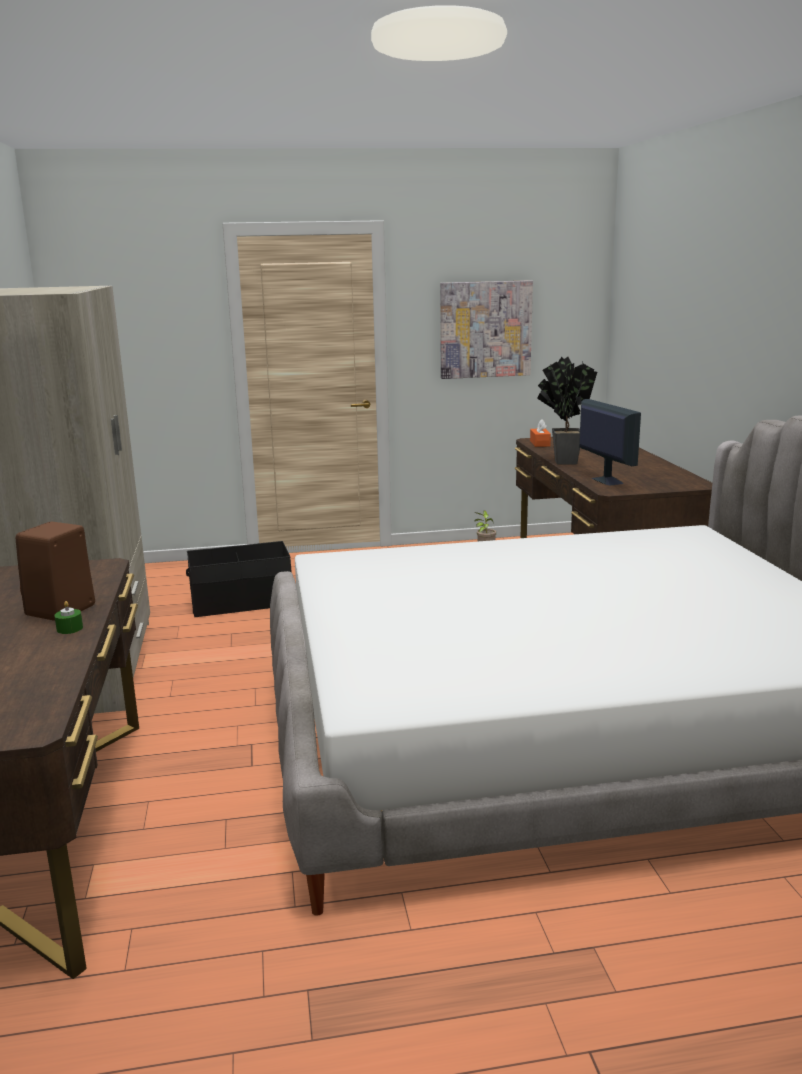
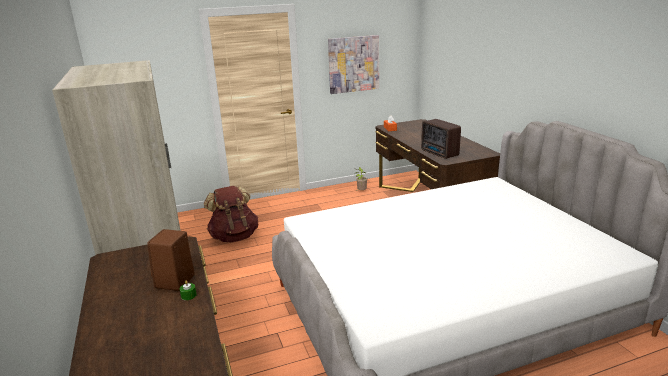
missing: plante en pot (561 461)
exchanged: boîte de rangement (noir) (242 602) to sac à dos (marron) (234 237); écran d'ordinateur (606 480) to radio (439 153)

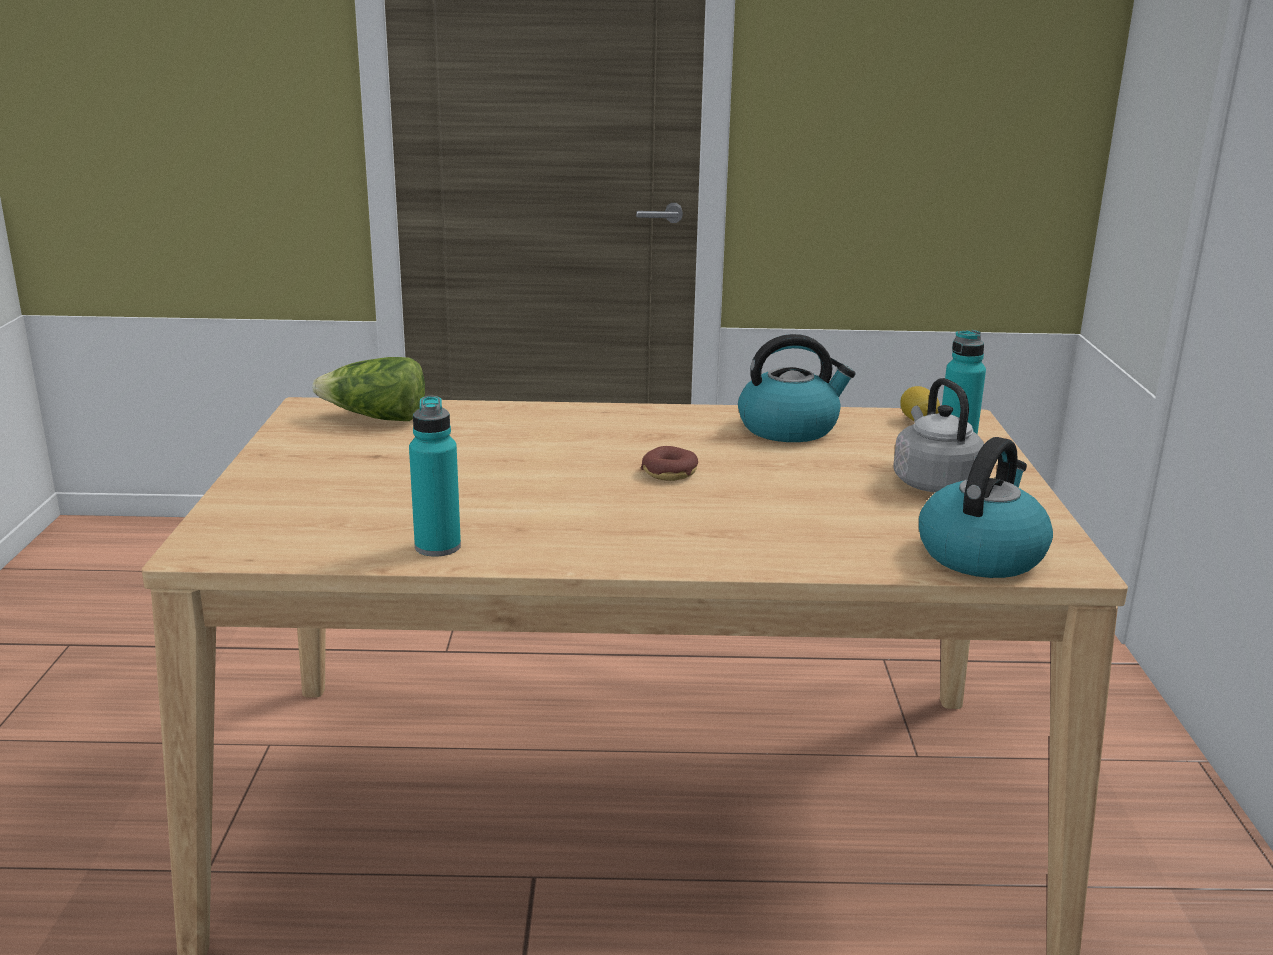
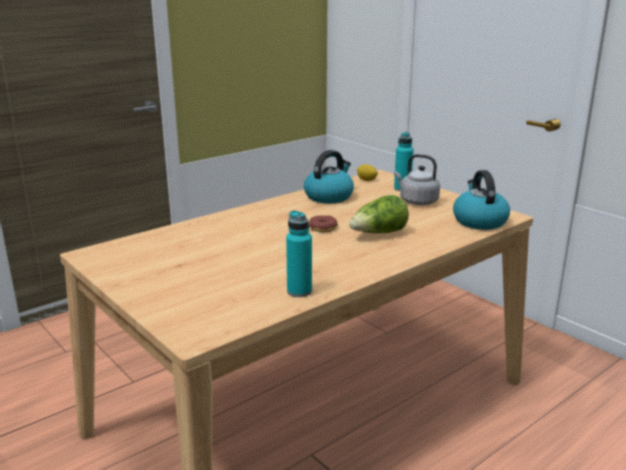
relocated: laitue (376 418) to (379 234)

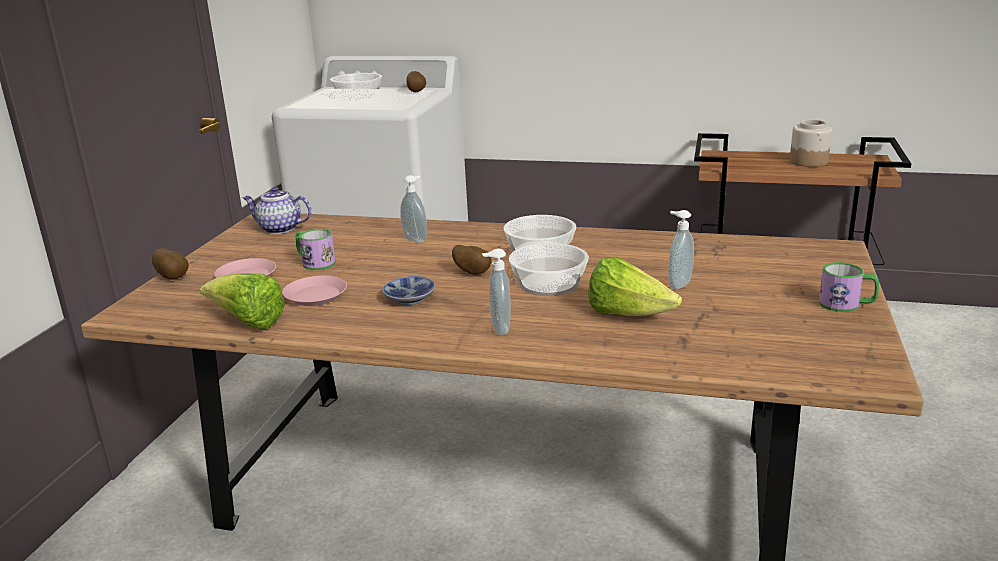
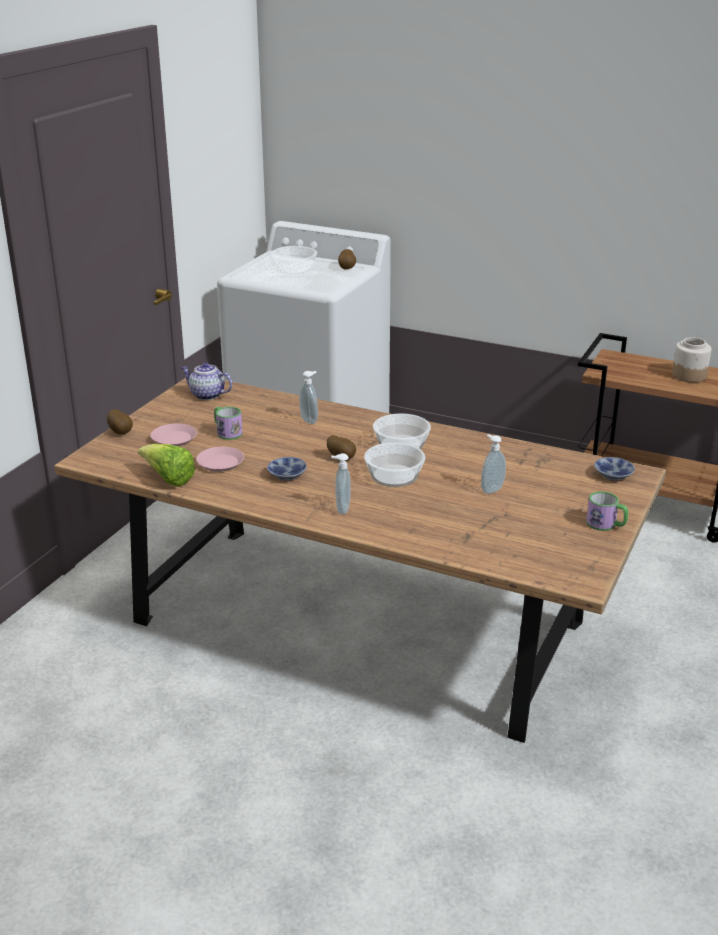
missing: laitue (628 315)
appeared: bol (612 475)

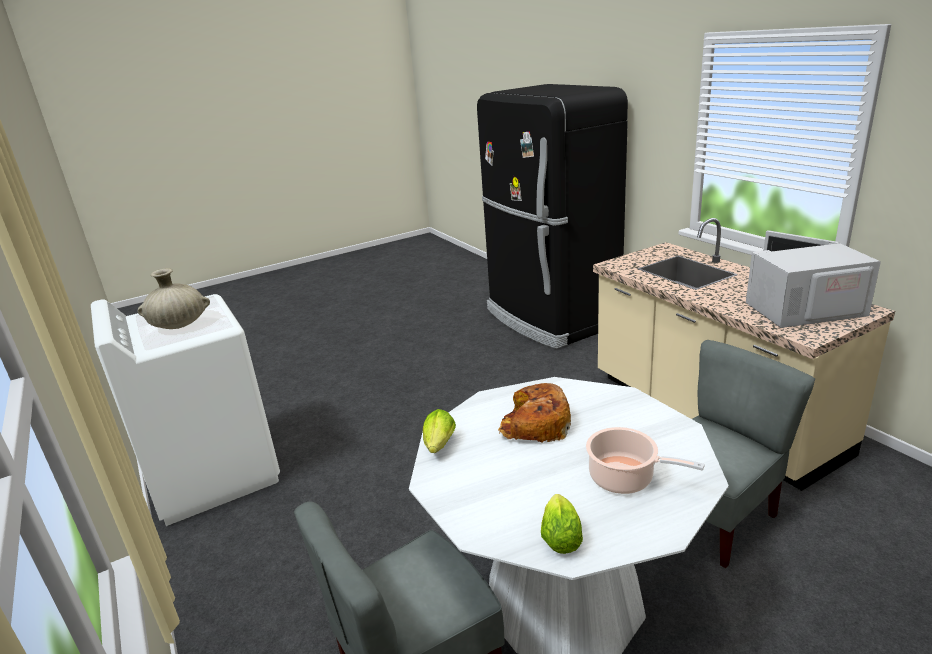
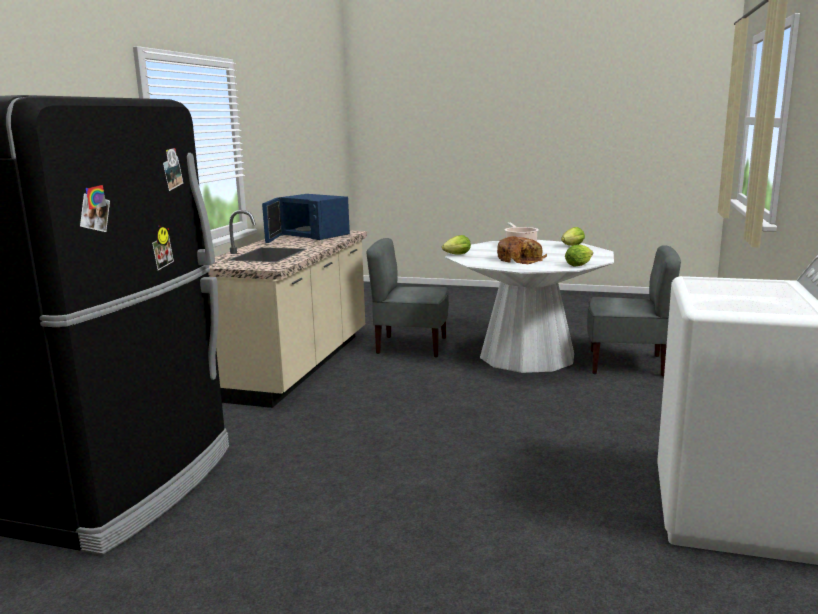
missing: vase (beige) (179 325)
appeared: laitue (455 255)
colour: micro-ondes (blanc) (804 308) to micro-ondes (bleu) (310 235)

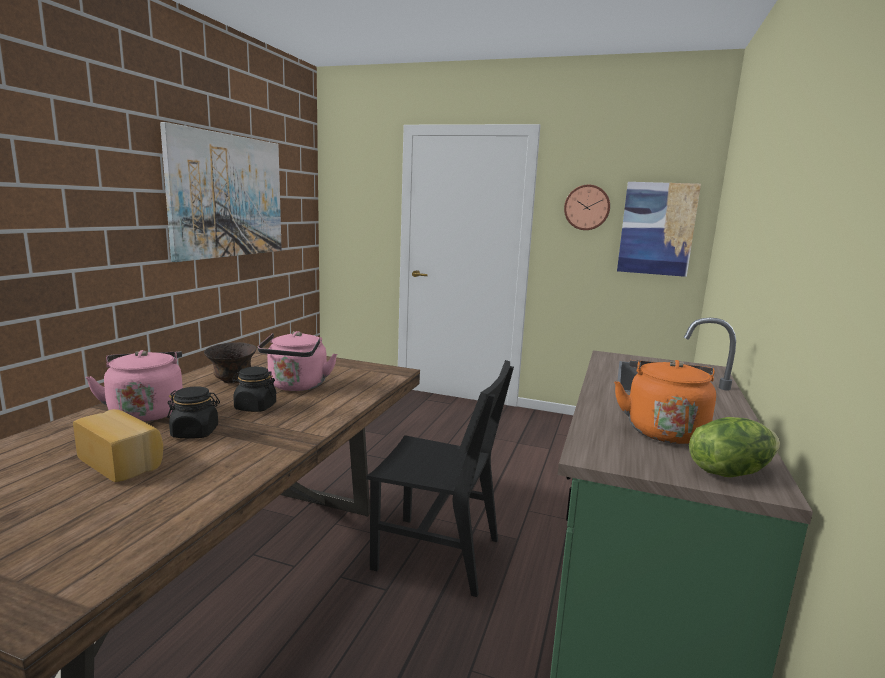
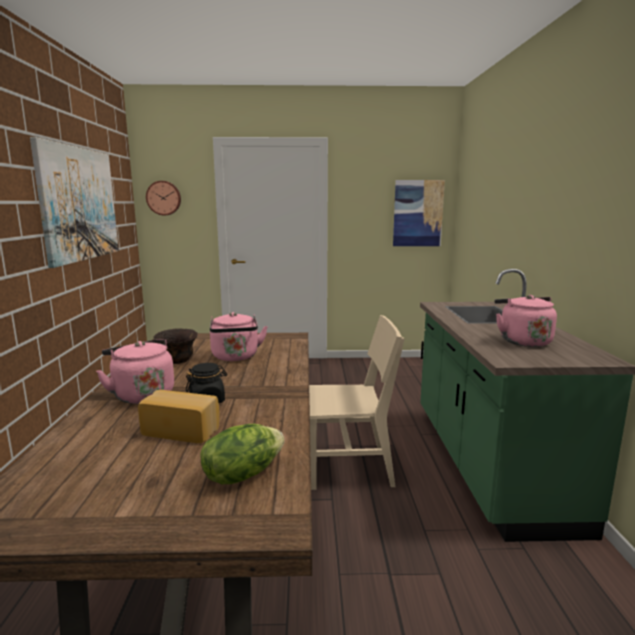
missing: bocal (noir) (255 407)
relocated: horloge murale (587 207) to (164 198); laitue (729 471) to (242 474)
colour: chaise (noir) (437 554) to chaise (beige) (348 467); bouilloire (orange) (663 430) to bouilloire (rose) (522 341)

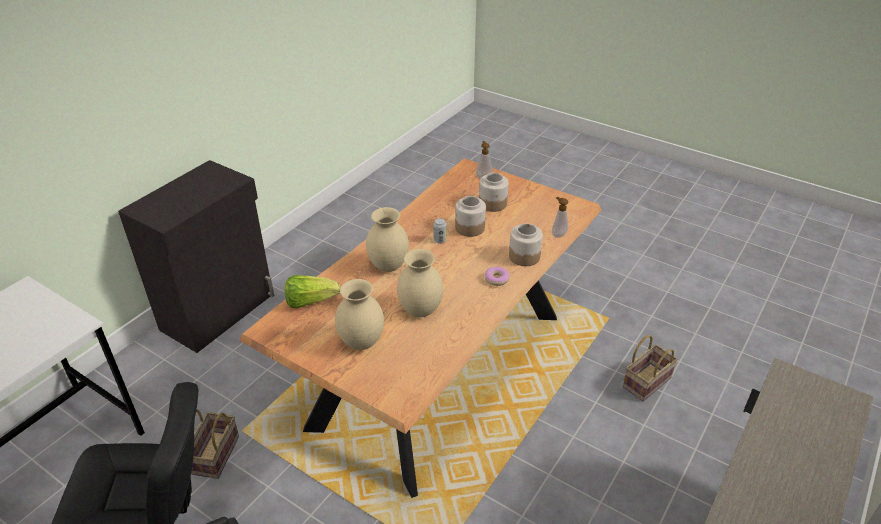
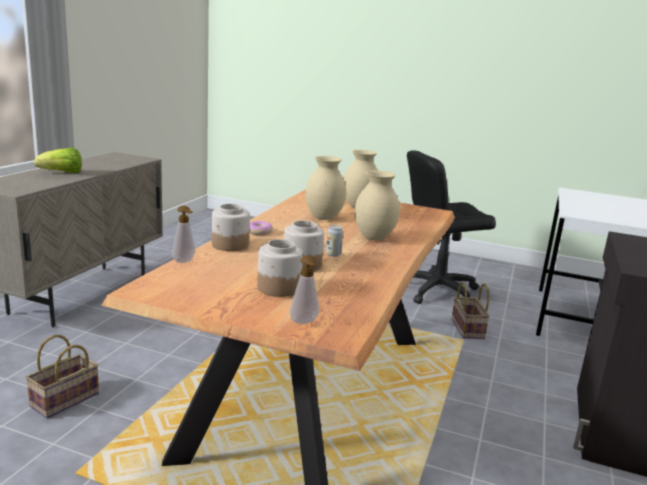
relocated: laitue (310 301) to (62 173)

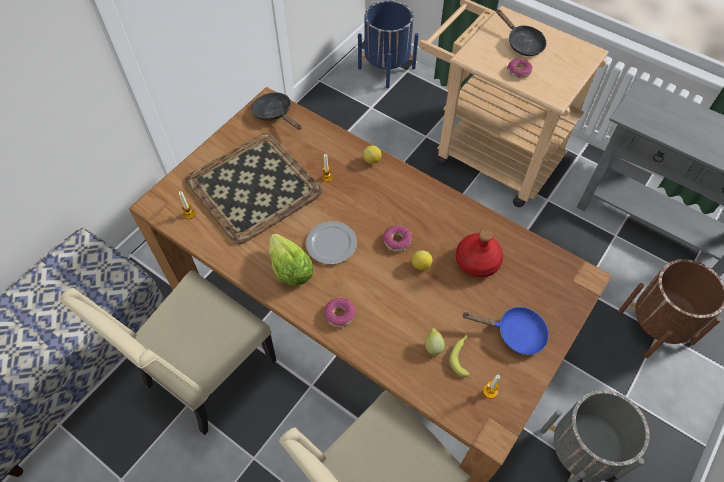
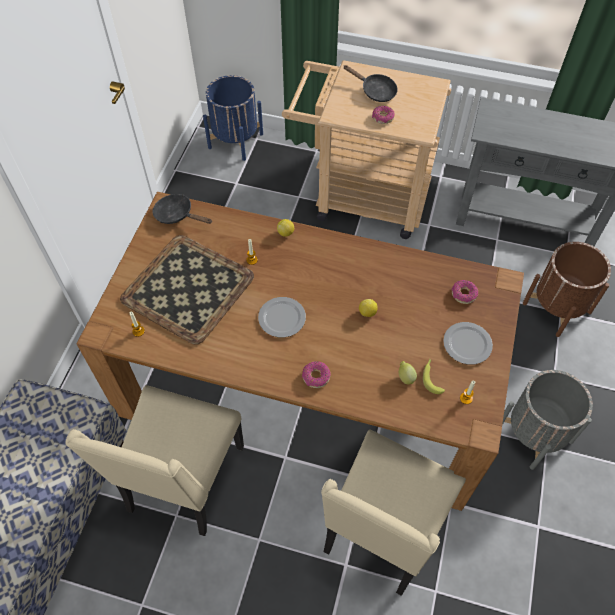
missing: laitue (290 269); bouteille (rouge) (476 261)
relocated: beignet (397 241) to (463 294)
exchanged: poêle (bleu) (515 333) to assiette (467 345)

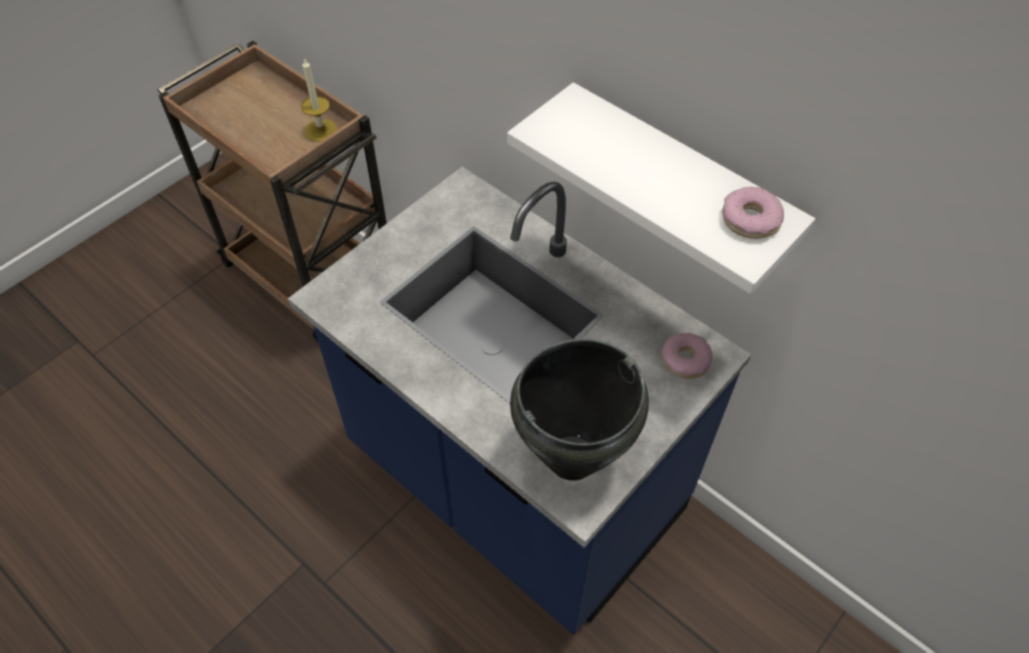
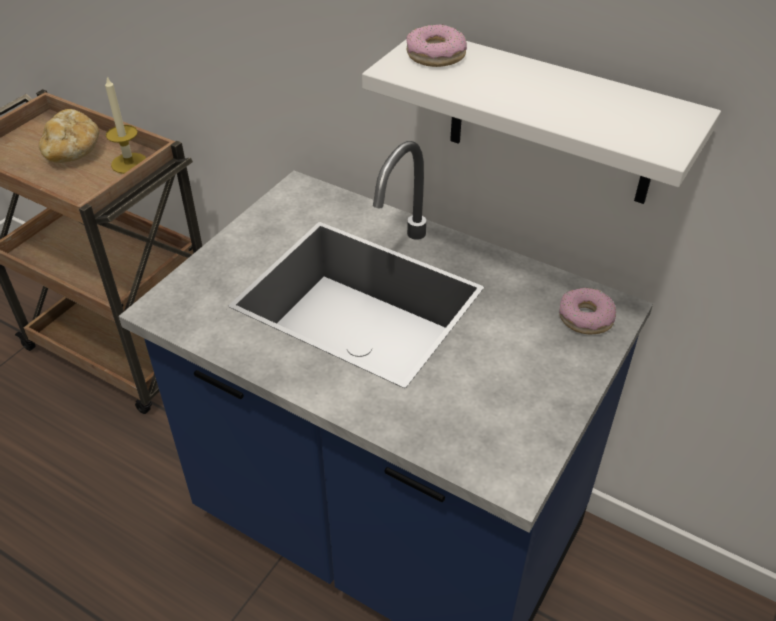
missing: marmite (noir) (570 458)
appeared: pain (73 152)
relocated: beignet (750 219) to (435 55)

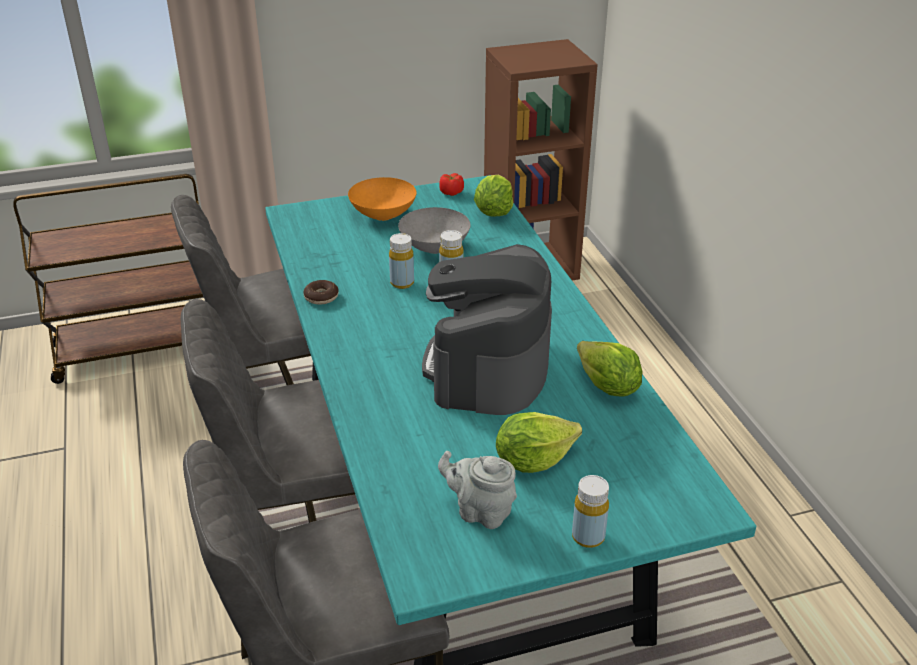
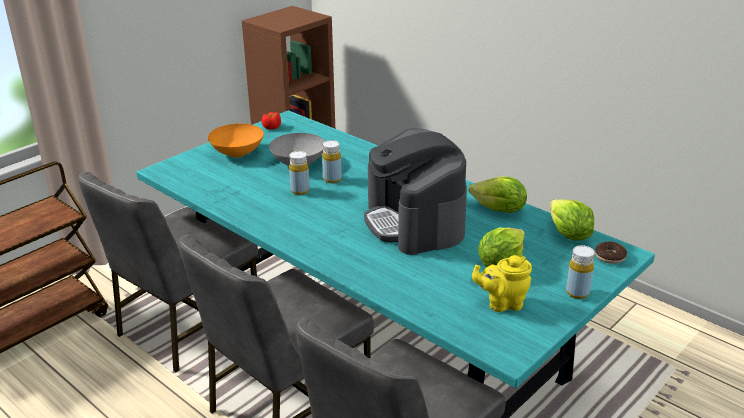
relocated: beignet (321 297) to (610 257); laitue (493 211) to (568 235)
colour: théière (gris) (480 512) to théière (jaune) (502 303)

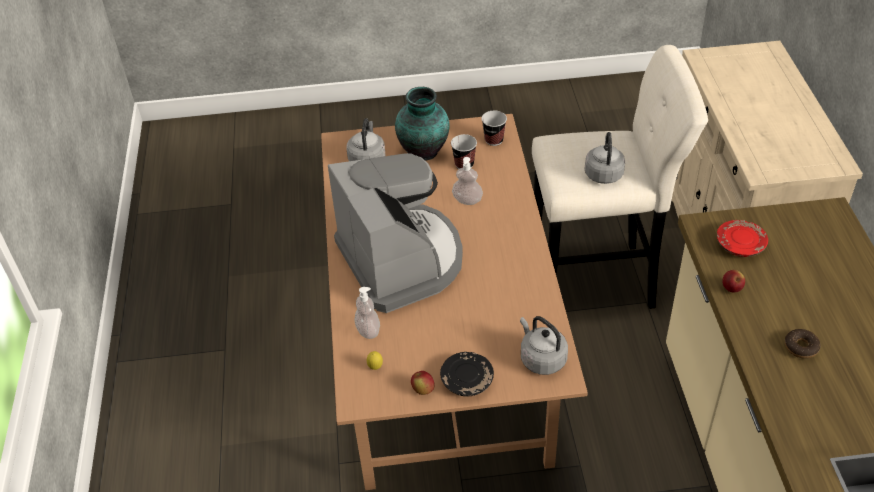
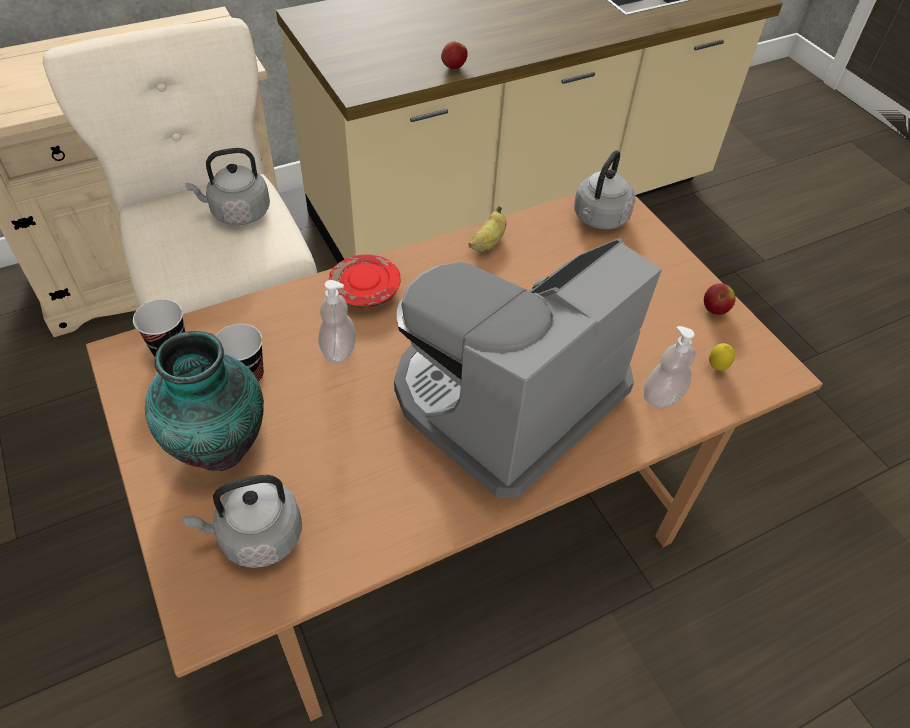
missing: assiette (noir) (467 380); beignet (801 347)
appeared: banane (487 243)
relocated: assiette (rouge) (740 245) to (365 291)

